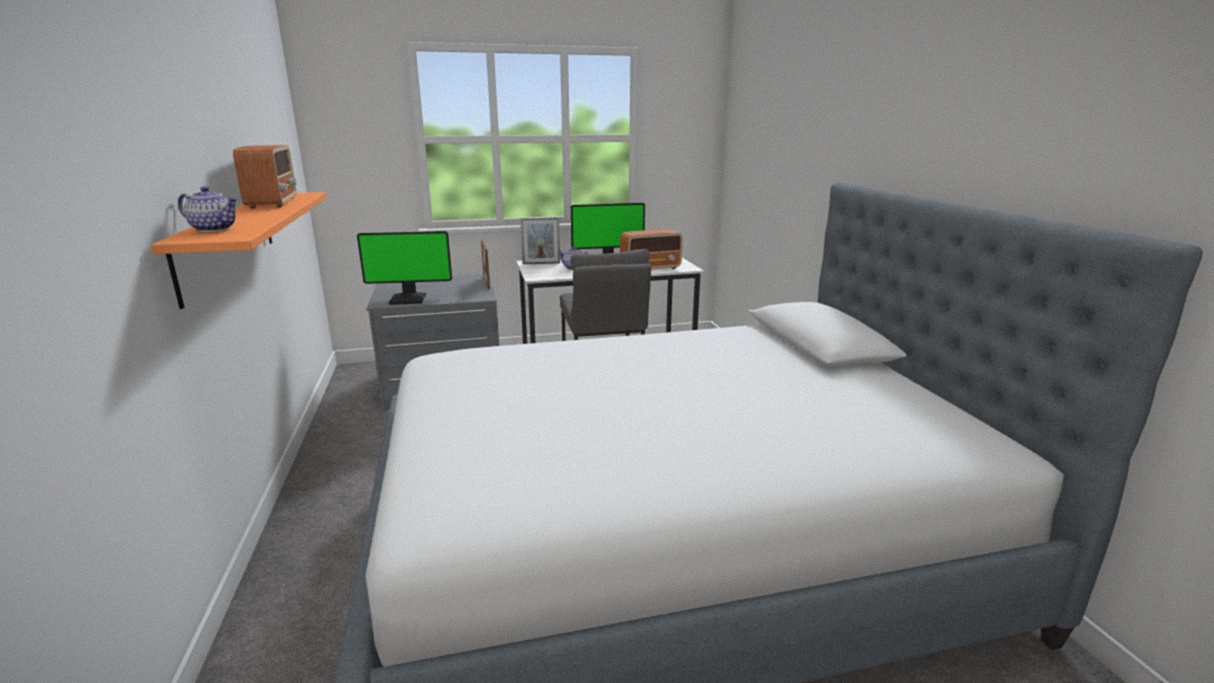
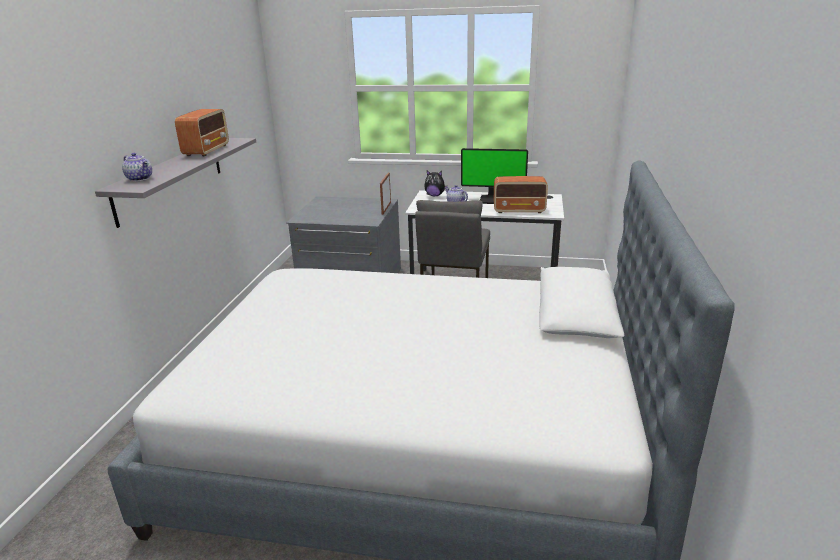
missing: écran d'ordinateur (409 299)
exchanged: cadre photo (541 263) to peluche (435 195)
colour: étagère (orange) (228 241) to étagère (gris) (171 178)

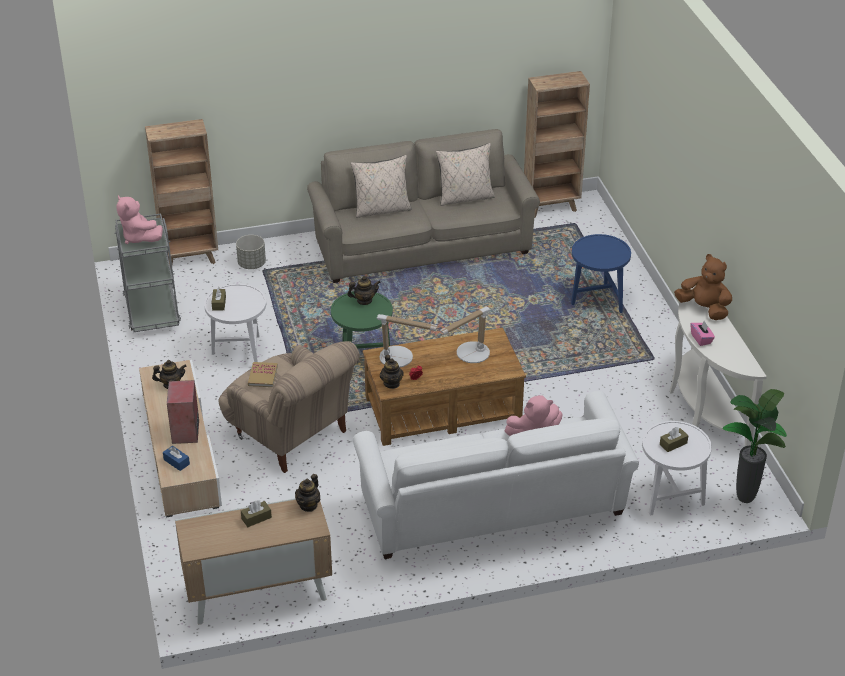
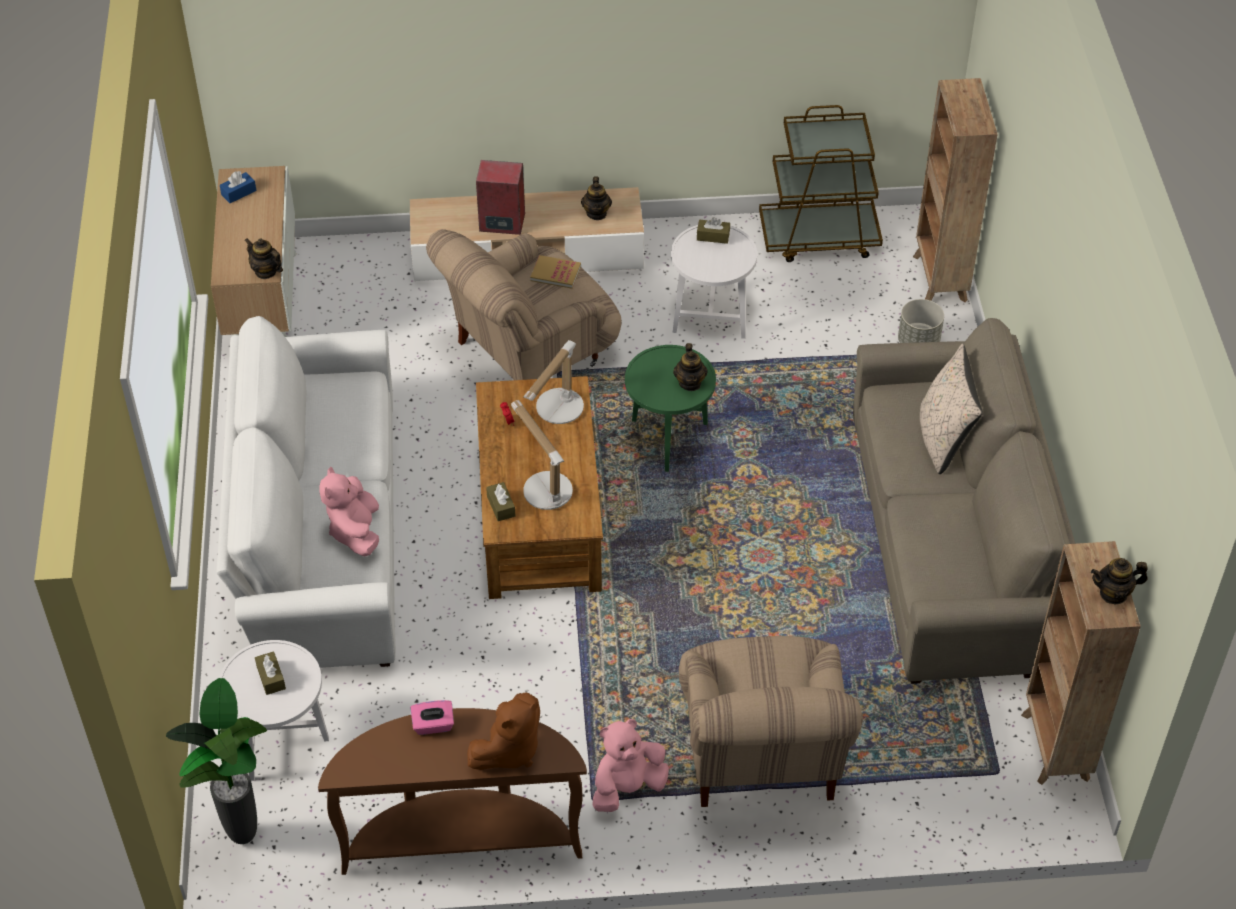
missing: coussin (beige) (465 198)
relocated: peluche (rose) (139 237) to (627 787); boîte à mouchoirs (bleu) (176 462) to (238 192); boîte à mouchoirs (marron) (256 518) to (501 506); théière (391 383) to (1113 593)
exchanged: table d'appoint (bleu) (597 301) to fauteuil (beige) (762 756)
colour: chariot (gris) (152 311) to chariot (marron) (819 237); table console (blanc) (702 406) to table console (marron) (461 838)

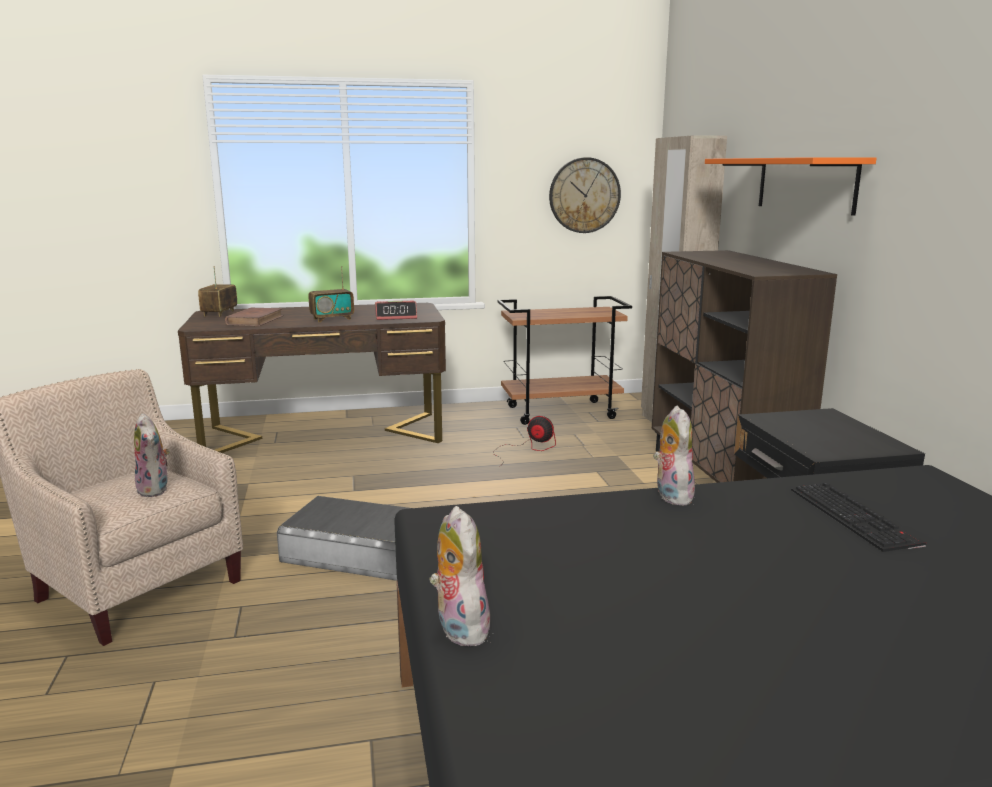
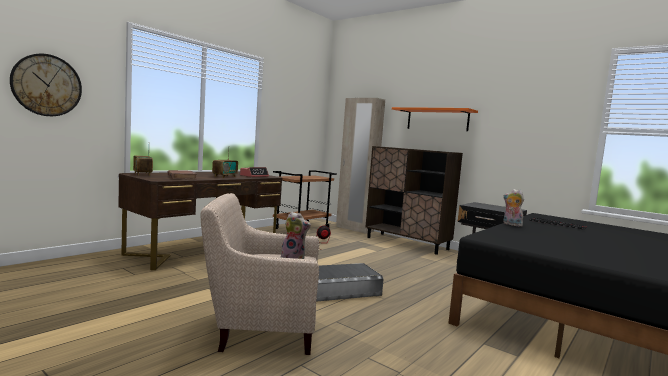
missing: peluche (458 628)
relocated: horloge murale (584 195) to (47 85)

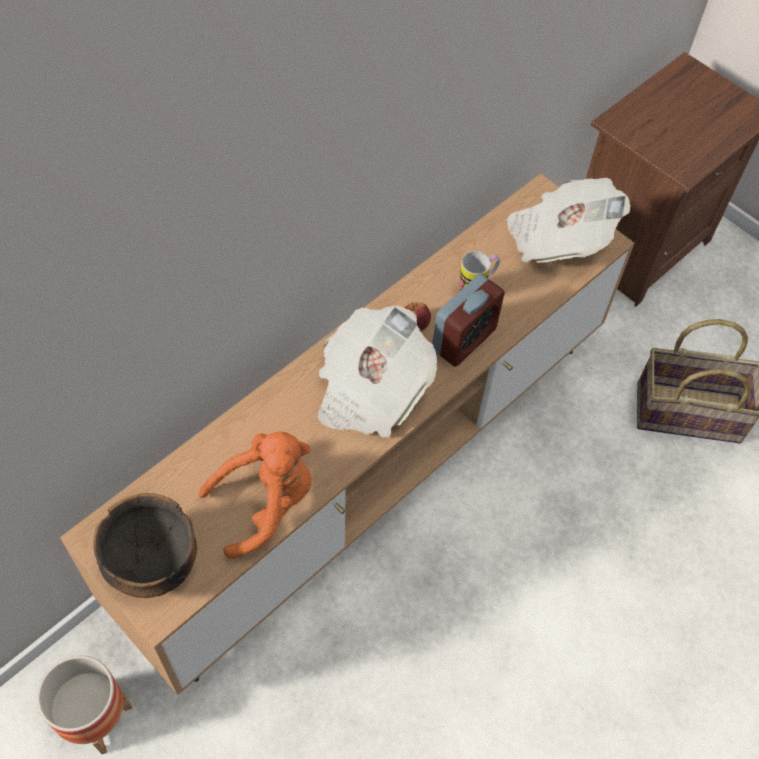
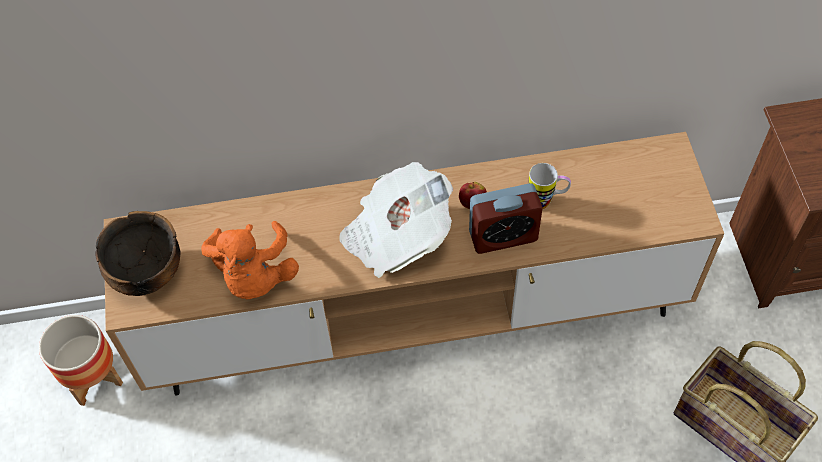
missing: journal (559 239)
spun: peluche (orange) (265 503) = (254 276) 75 degrees clockwise

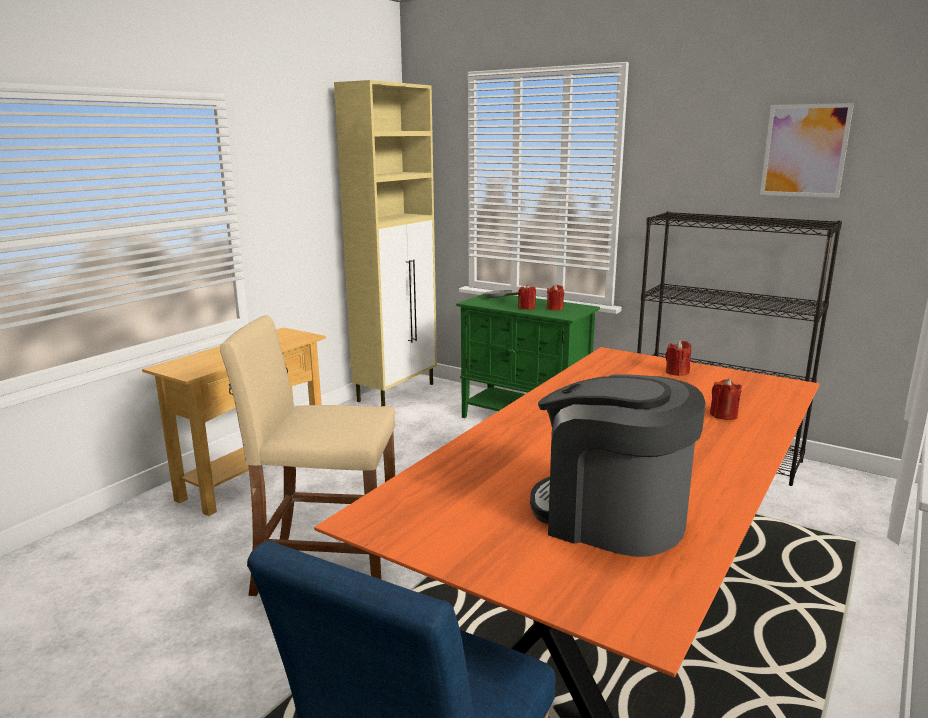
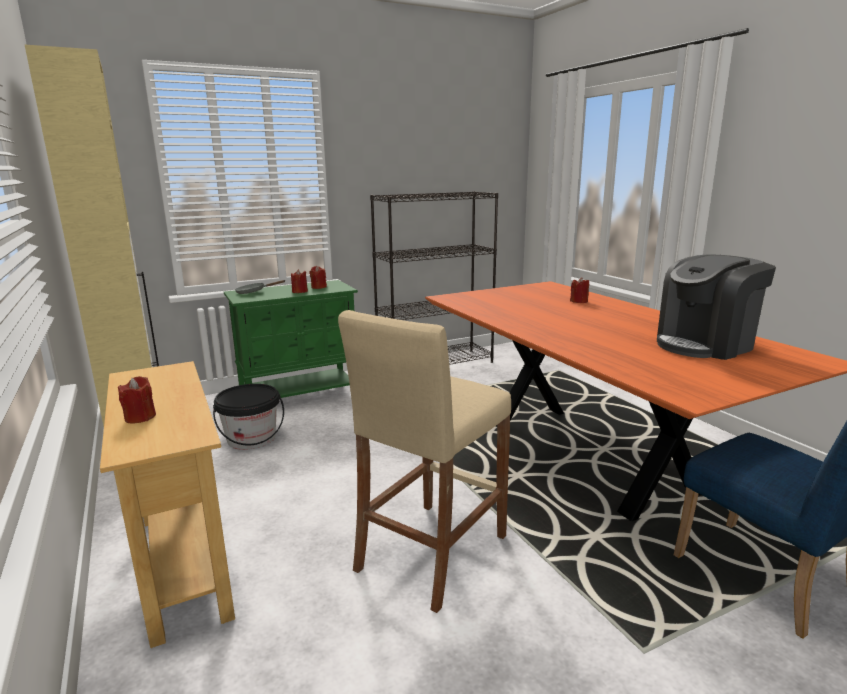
missing: tableau (804 151)
appeared: seau (noir) (251 438)
relocated: bougie (rouge) (677 372) to (140 417)

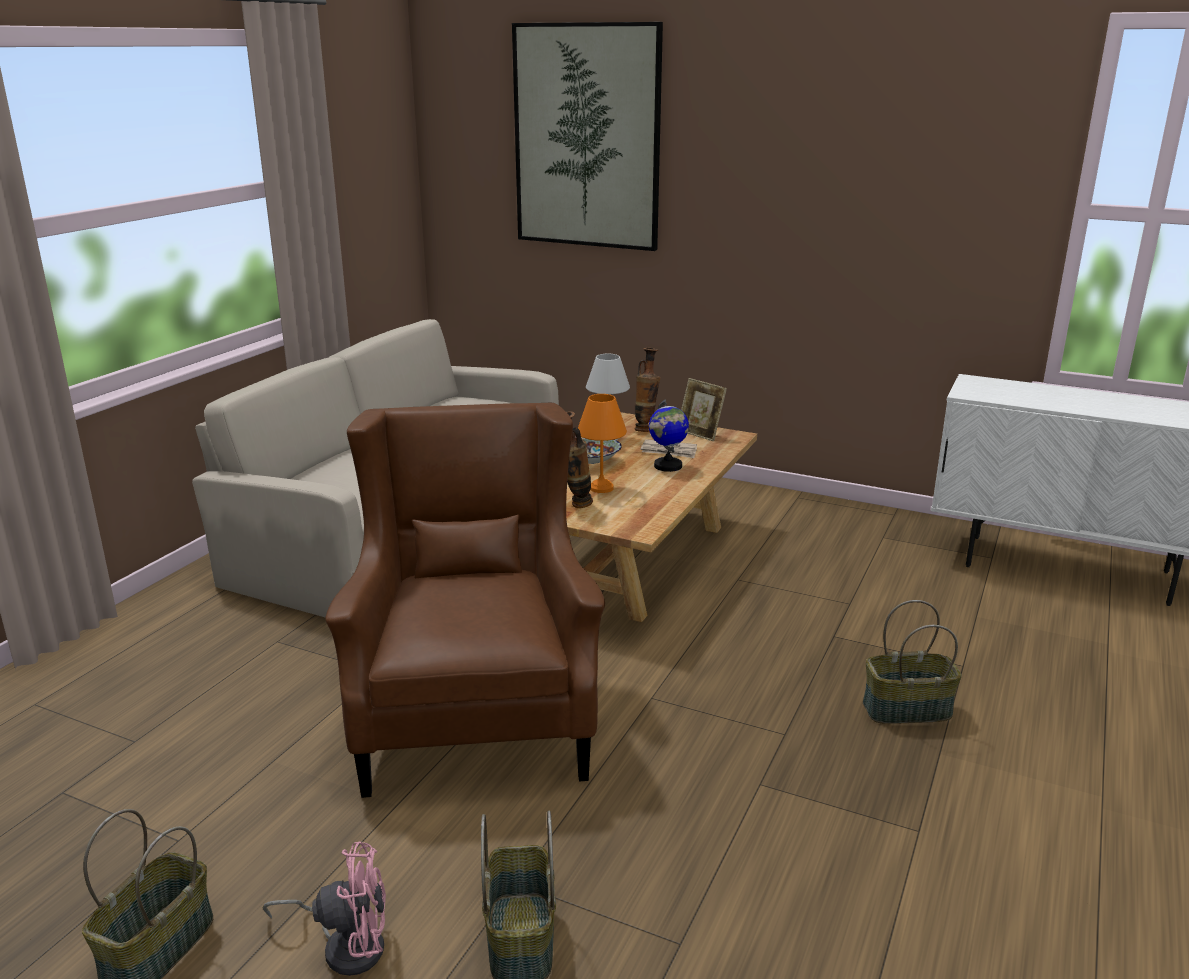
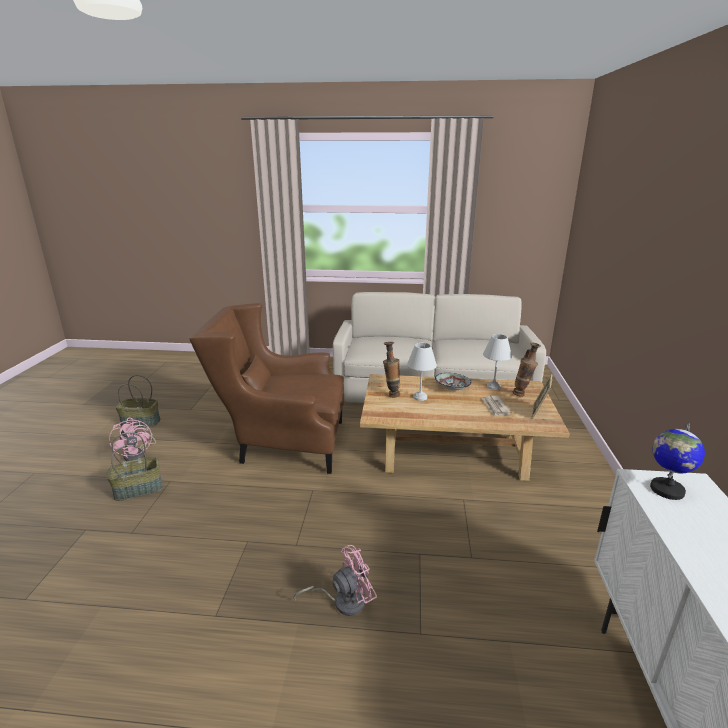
missing: tableau (587 137)
relocated: globe (668 466) to (666 490)
exchanged: panier (906 710) to ventilateur (rose) (343 601)
colour: lampe de table (orange) (601 488) to lampe de table (blanc) (419 397)
spun: fauteuil (marron) (475 710) = (282 443) 150 degrees counterclockwise

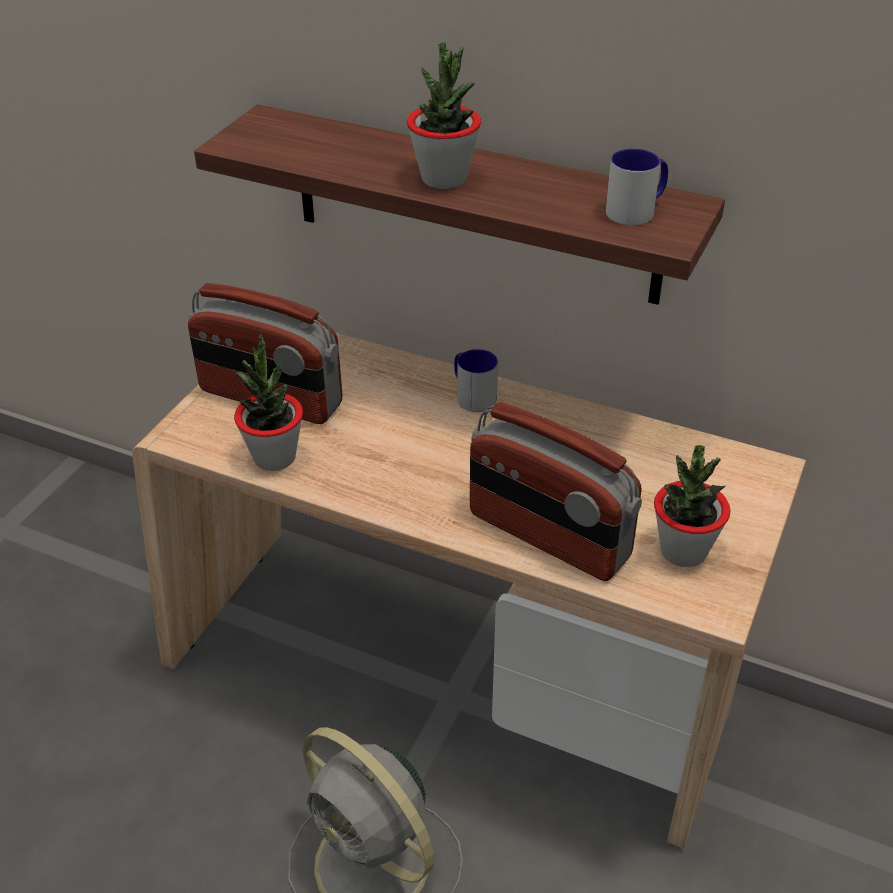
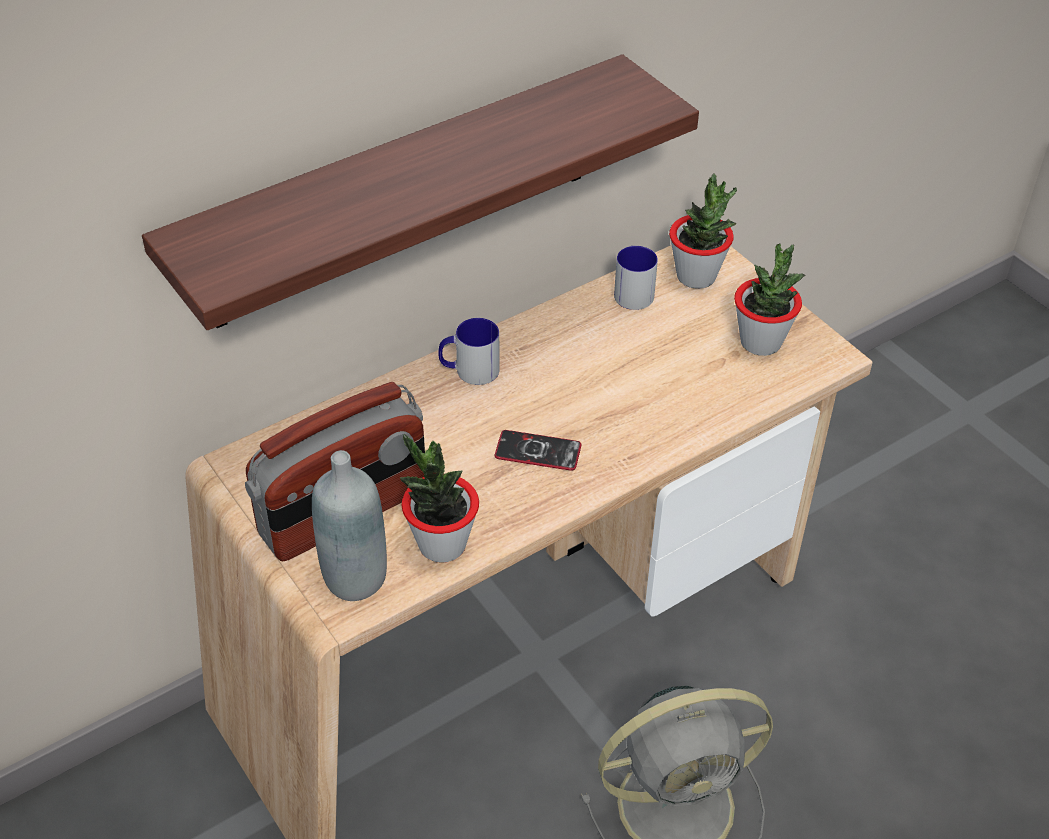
missing: radio (547 536)
appeared: bouteille (gris) (355 578); téléphone (538 451)
relocated: plante en pot (444 179) to (696 276); mug (637 210) to (633 291)

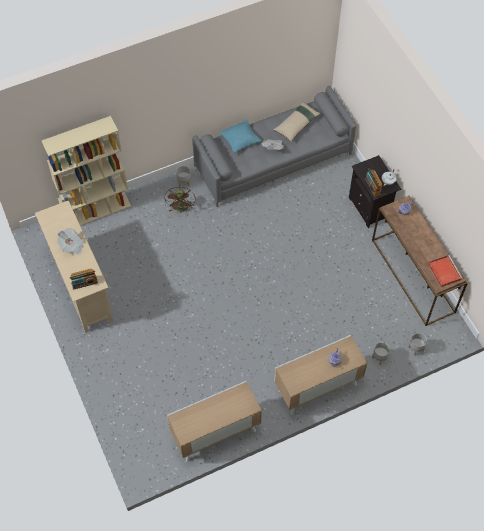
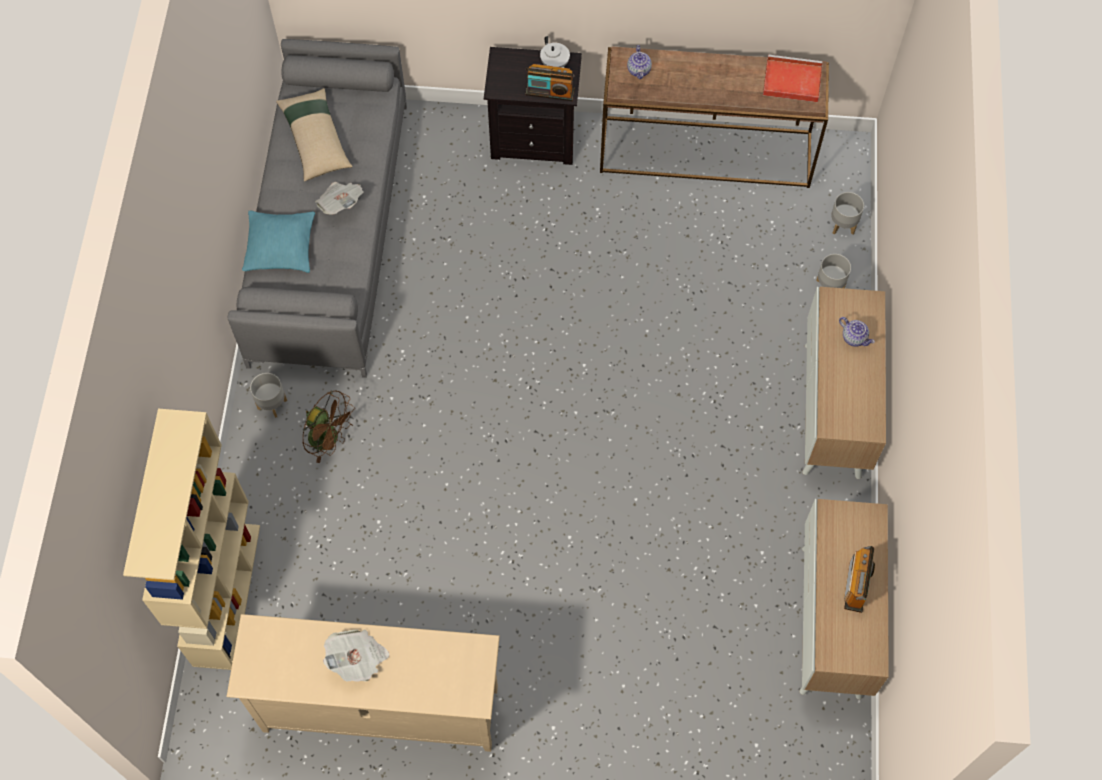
relocated: radio (84 283) to (857 585)

